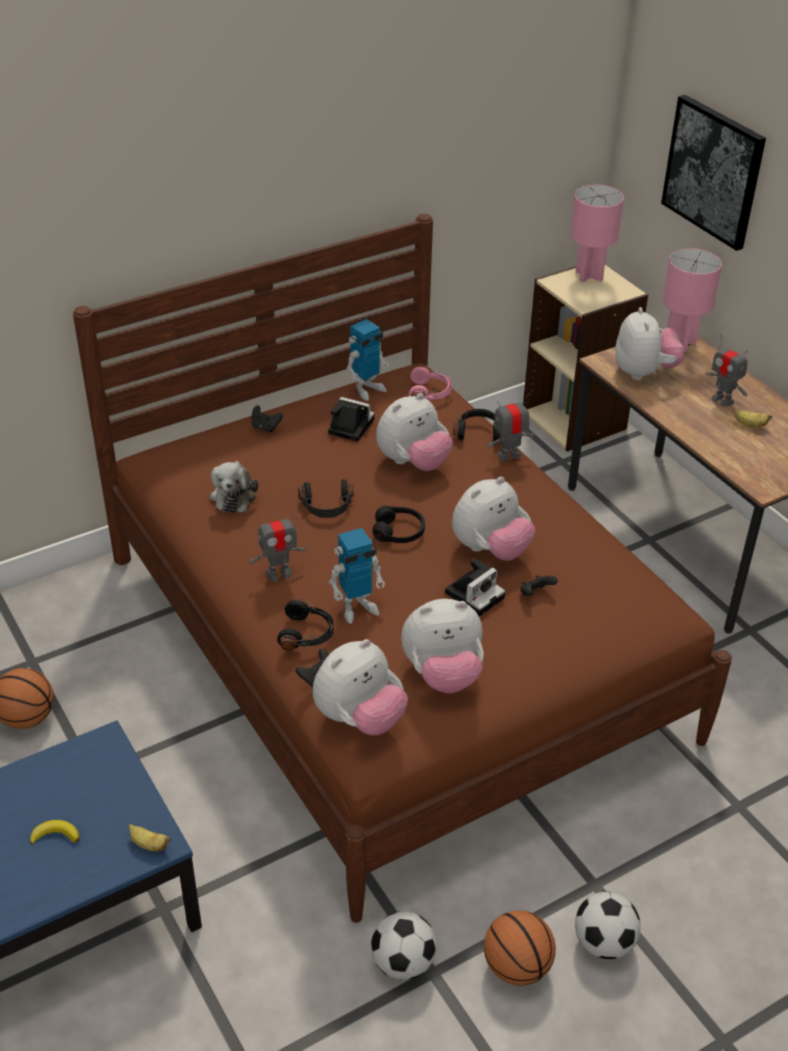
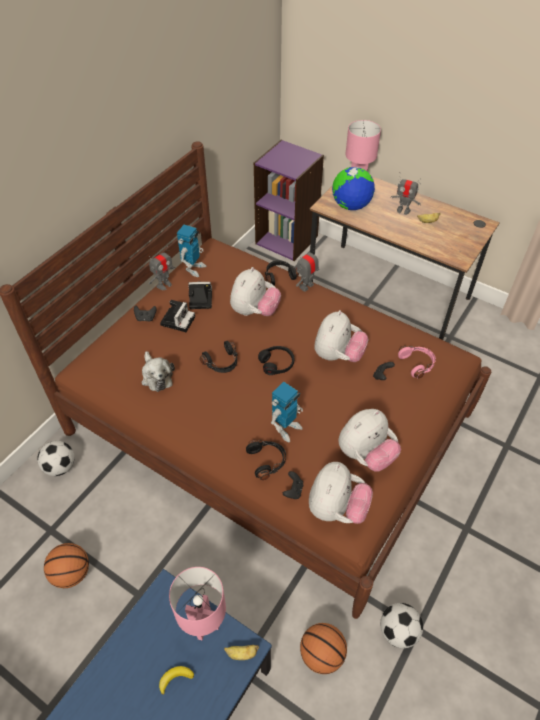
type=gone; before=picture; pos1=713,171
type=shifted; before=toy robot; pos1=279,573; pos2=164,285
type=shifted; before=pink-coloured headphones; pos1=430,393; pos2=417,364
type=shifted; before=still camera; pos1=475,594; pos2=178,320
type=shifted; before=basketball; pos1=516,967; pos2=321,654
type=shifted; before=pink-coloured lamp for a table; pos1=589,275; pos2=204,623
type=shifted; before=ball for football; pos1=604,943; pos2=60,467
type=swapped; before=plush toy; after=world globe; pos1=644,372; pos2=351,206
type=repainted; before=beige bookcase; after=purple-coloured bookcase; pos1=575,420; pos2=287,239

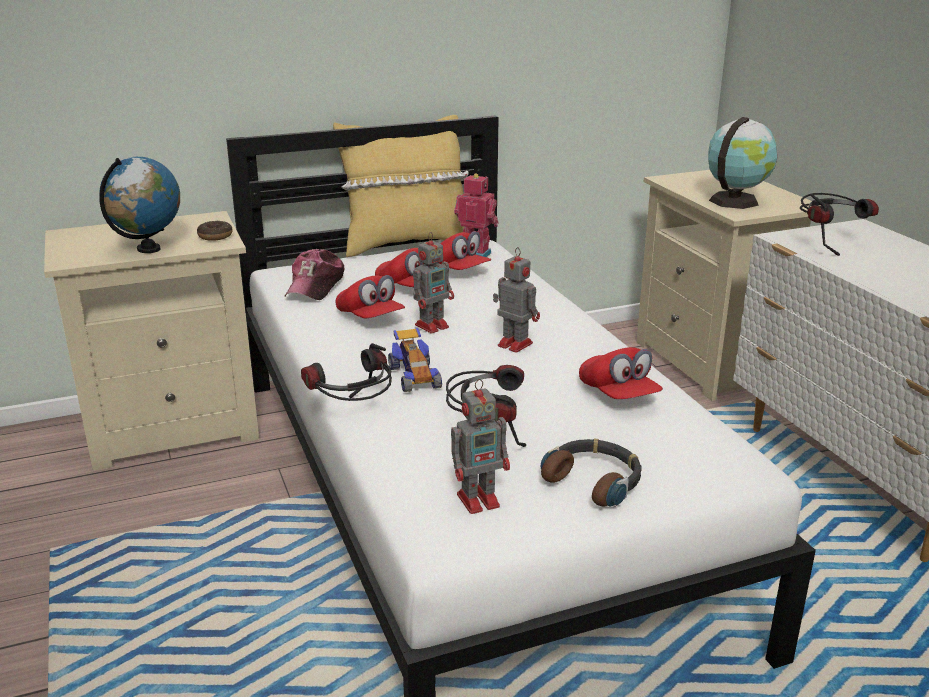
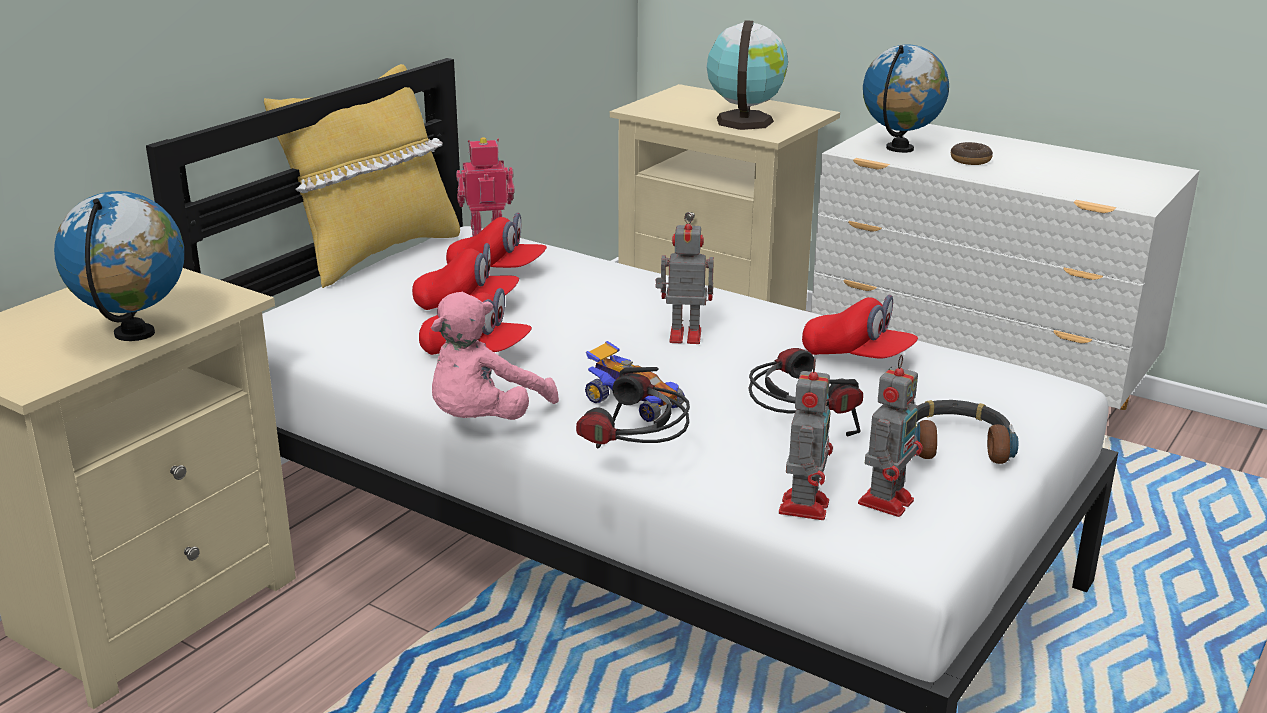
type=gone; before=peaked cap; pos1=315,286
type=new; after=pink-coloured plush toy; pos2=484,420
type=shifted; before=doughnut; pos1=215,236; pos2=970,160
type=shifted; before=toy robot; pos1=433,325; pos2=804,505
type=swapped; before=headphones; after=world globe; pos1=827,244; pos2=900,149

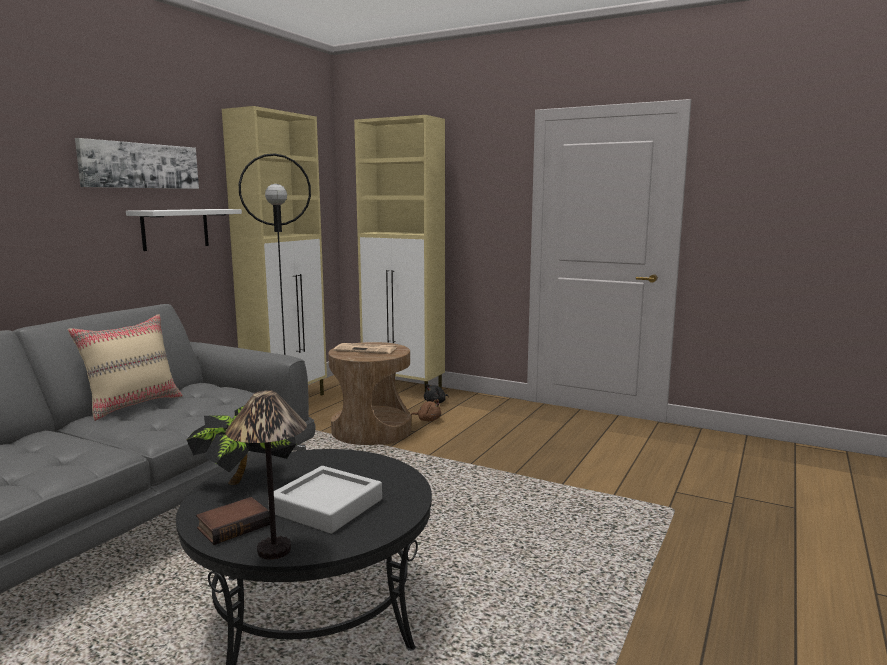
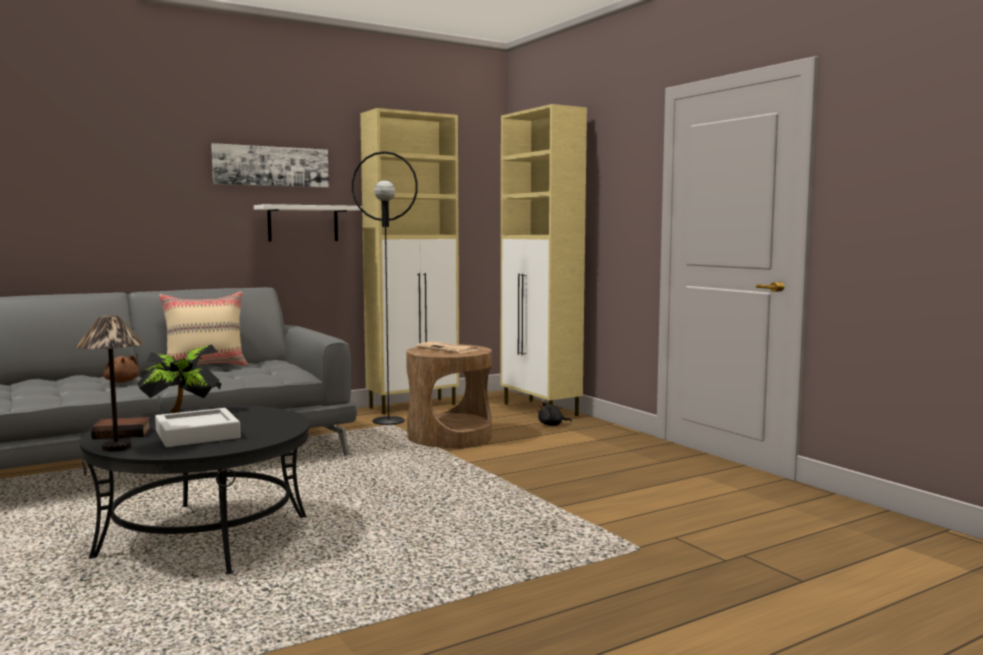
type=shifted; before=brownish plush toy; pos1=428,420; pos2=122,381

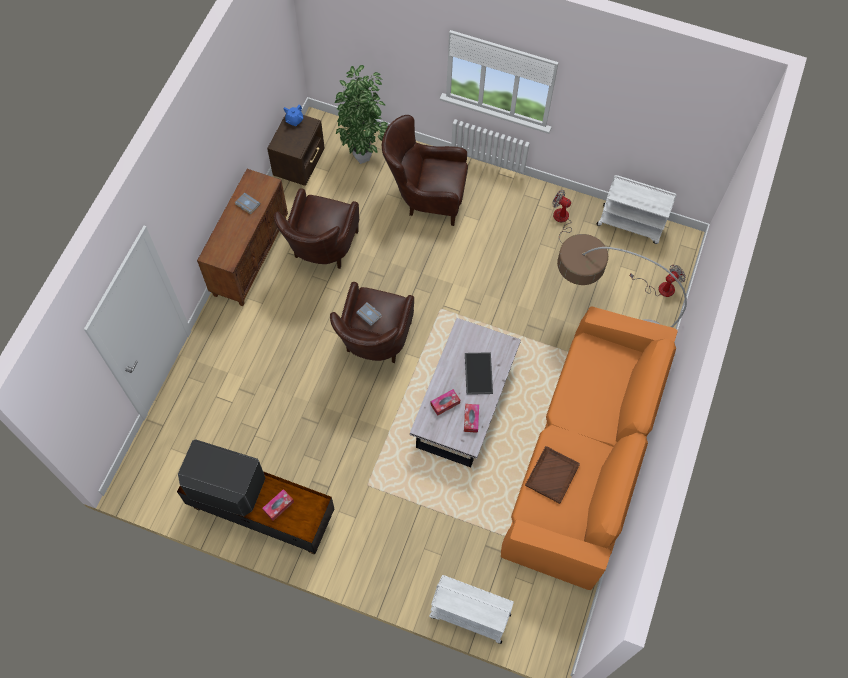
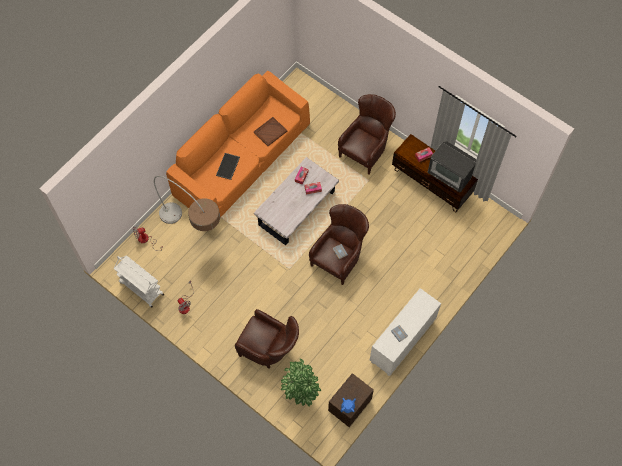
type=gone; before=whitish wheeled cart; pos1=469,615
type=shifted; before=brownish lounge chair; pos1=321,252; pos2=365,150
type=shifted; before=serving tray; pos1=477,373; pos2=228,166
type=repainted; before=brownish cupboard; after=whitish cupboard; pos1=250,257; pos2=402,342

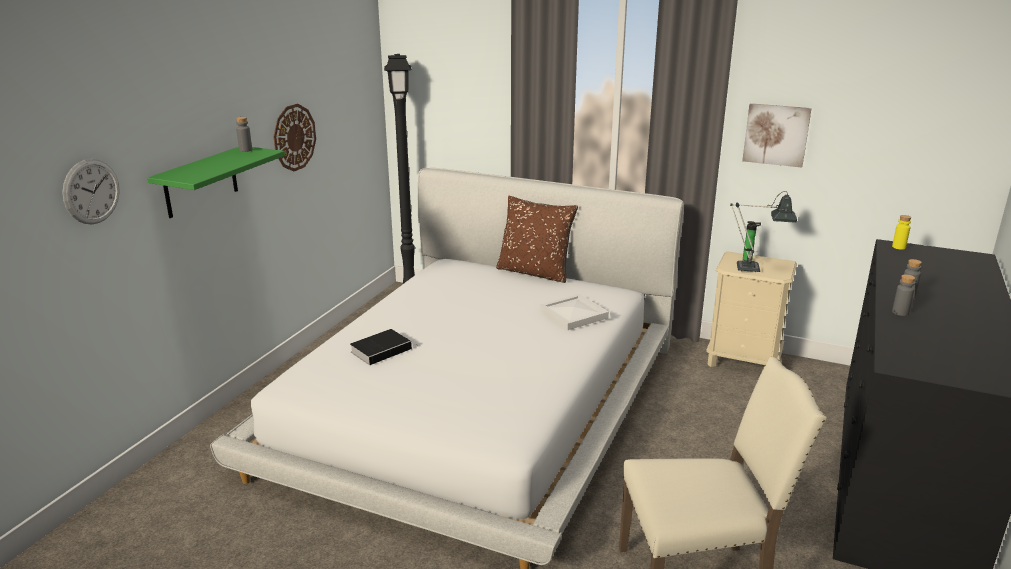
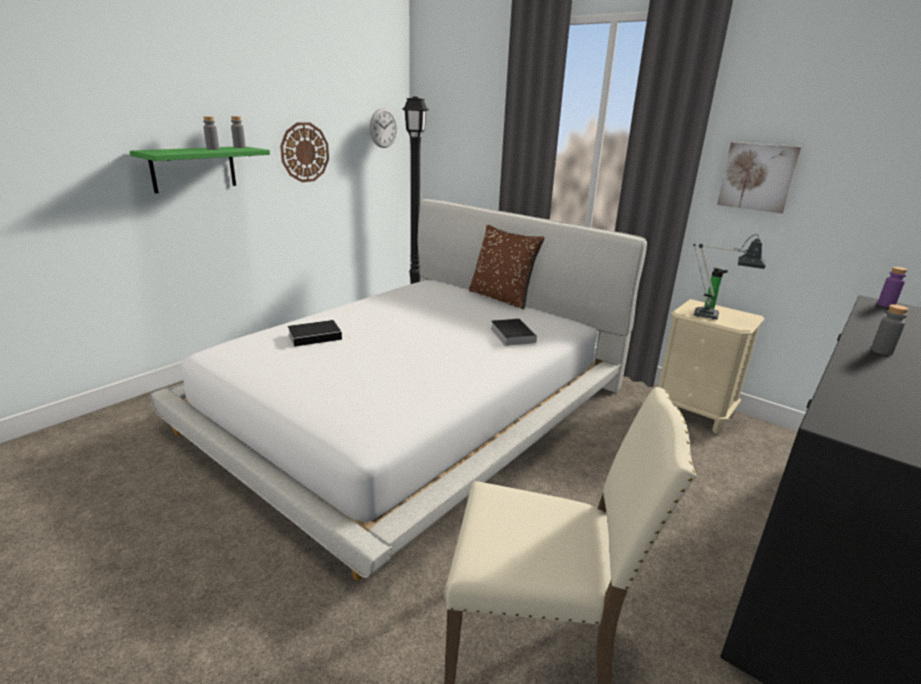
type=shifted; before=clock on the wall; pos1=91,191; pos2=383,128
type=shifted; before=grey drink bottle; pos1=900,312; pos2=213,149
type=swapped; before=whitish serving tray; after=volume; pos1=573,315; pos2=511,334
type=repainted; before=yellowish drink bottle; after=purple-coloured drink bottle; pos1=898,247; pos2=886,305

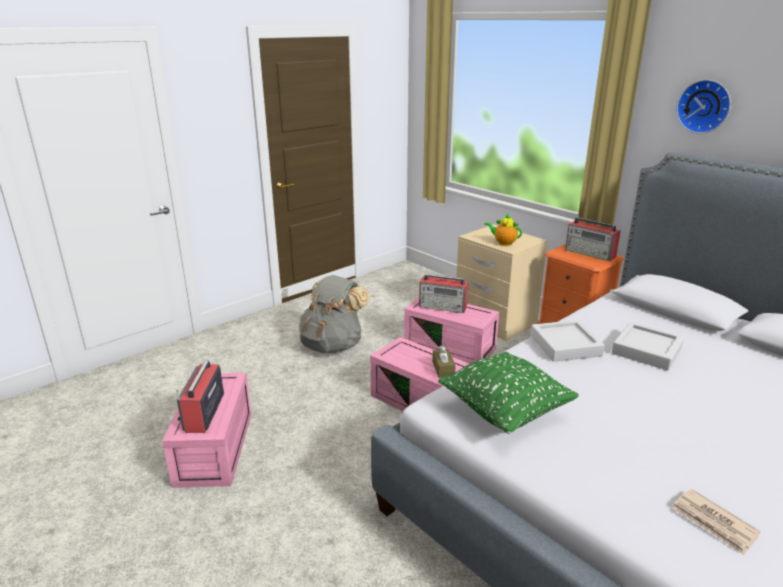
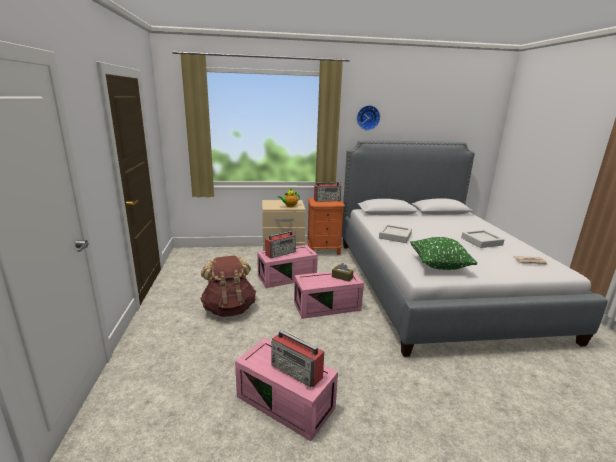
type=shifted; before=grey serving tray; pos1=646,350; pos2=481,241
type=repainted; before=grey rucksack; after=brownish rucksack; pos1=333,345; pos2=229,309

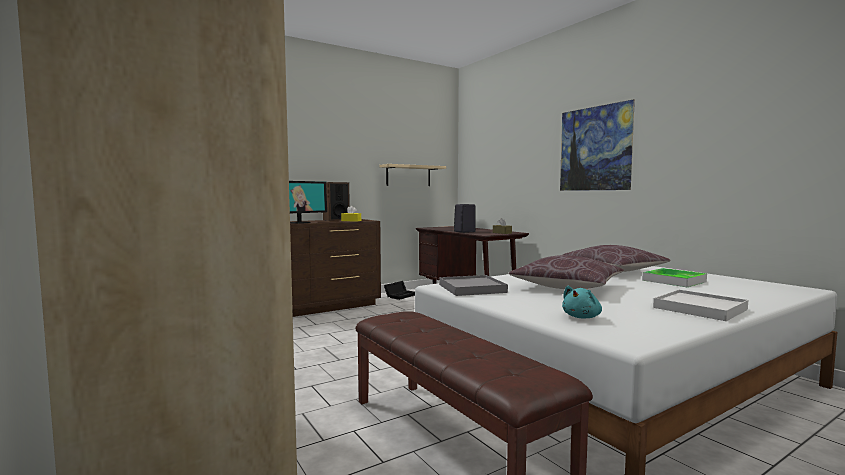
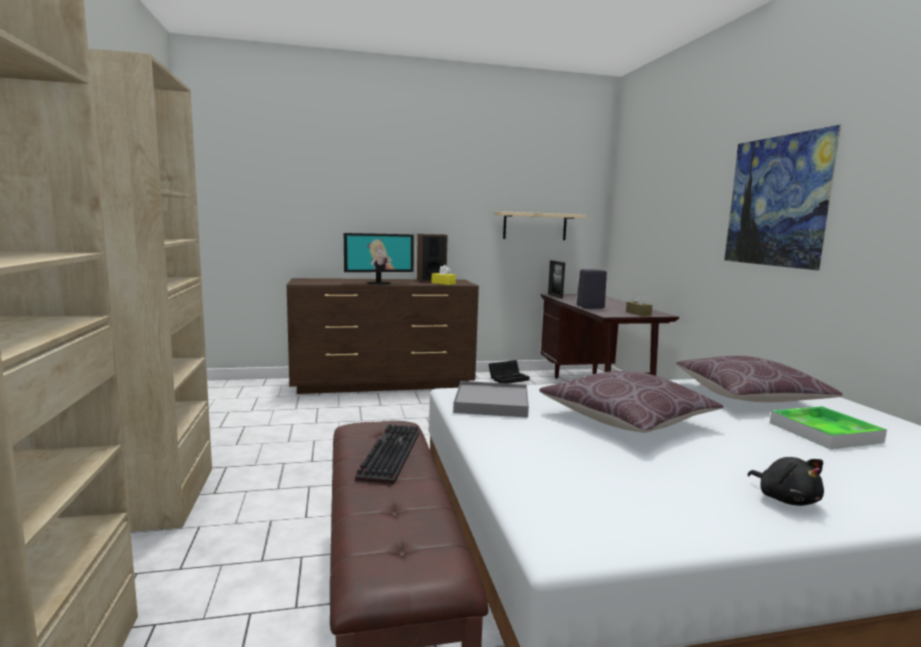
type=gone; before=turquoise-coloured plush toy; pos1=582,317
type=new; after=computer keyboard; pos2=388,454
type=new; after=photo frame; pos2=555,296
type=swapped; before=whitish serving tray; after=black plush toy; pos1=699,308; pos2=785,499

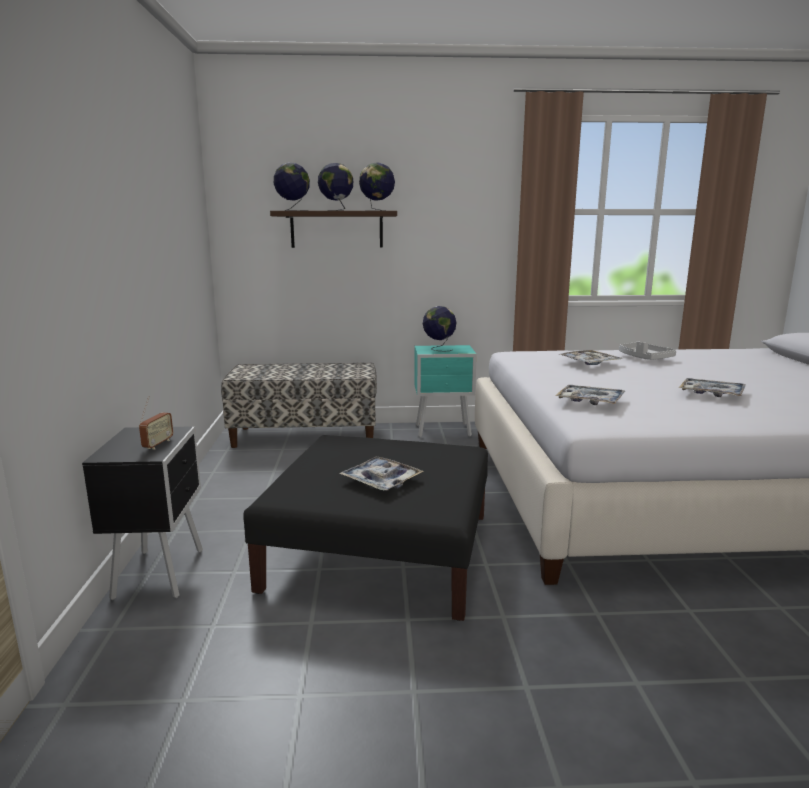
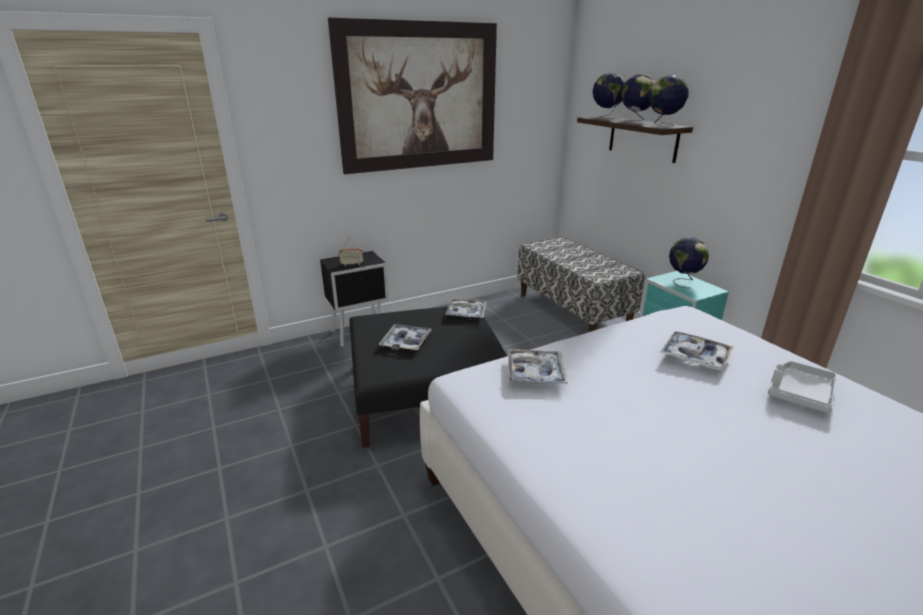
type=new; after=picture; pos2=419,97
type=shifted; before=serving tray; pos1=711,394; pos2=466,313

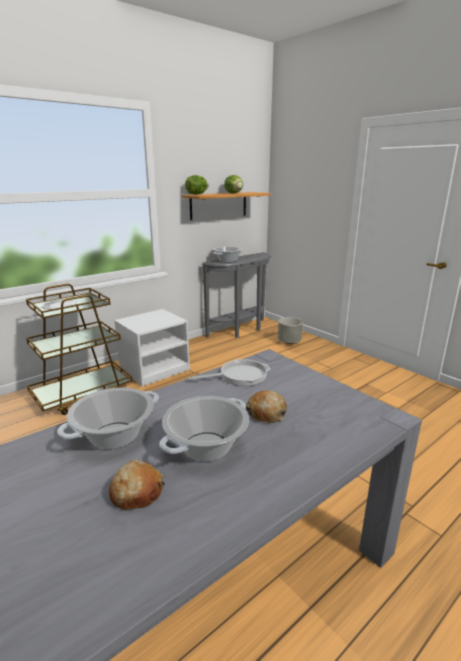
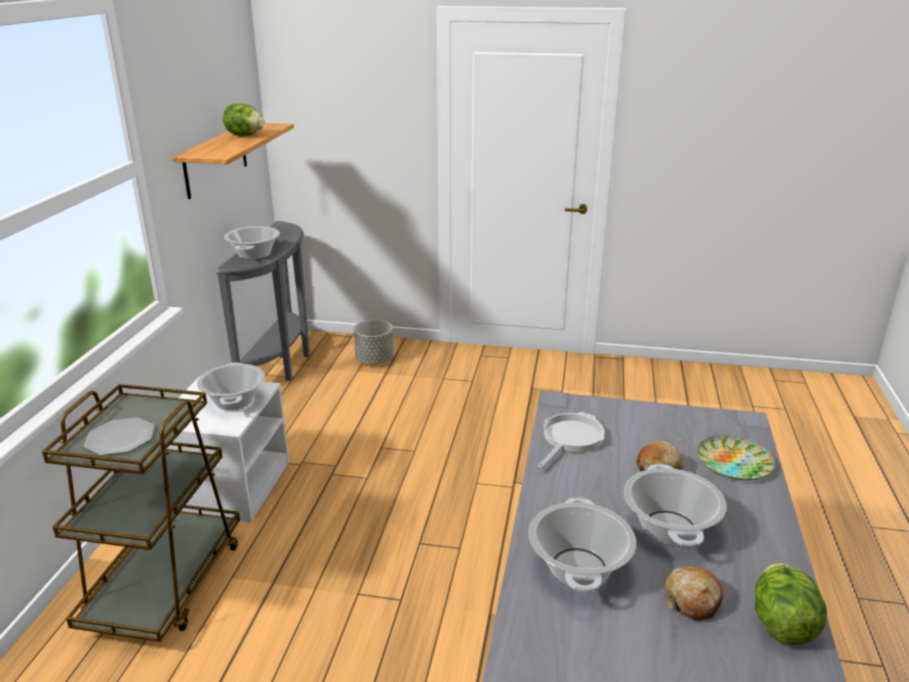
type=new; after=cooking pot; pos2=235,401
type=new; after=flat dish; pos2=735,463
type=shifted; before=head of lettuce; pos1=197,194; pos2=781,624

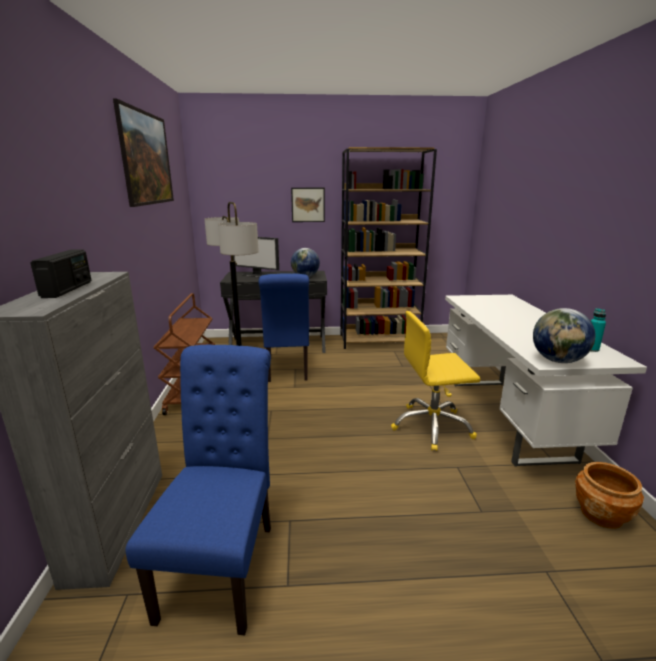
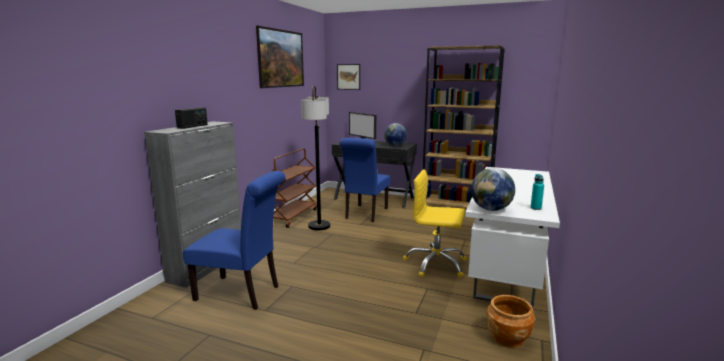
type=shifted; before=picture; pos1=308,205; pos2=348,77
type=rotated; before=bluish plain chair; pos1=223,563; pos2=242,293; turn=75

